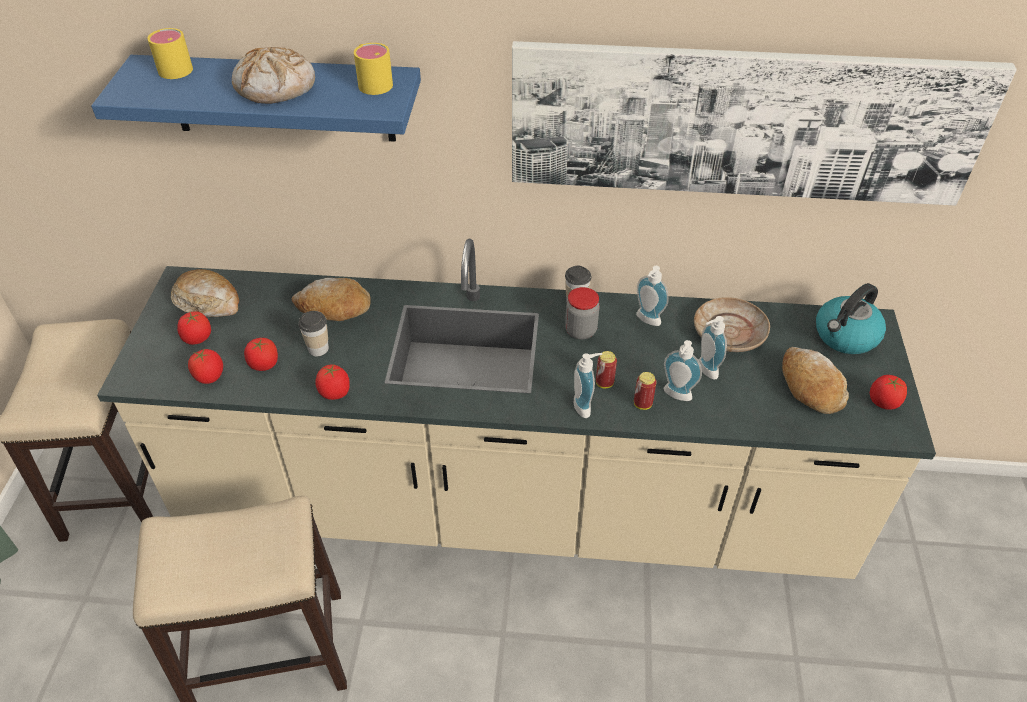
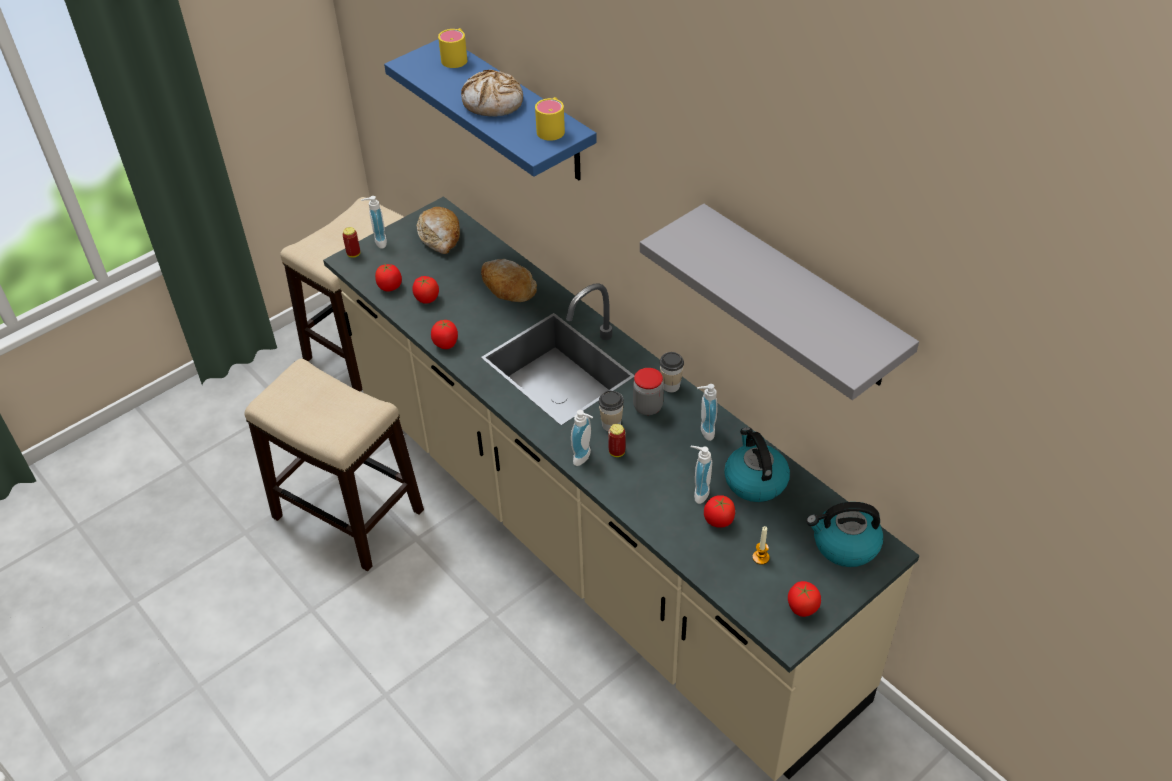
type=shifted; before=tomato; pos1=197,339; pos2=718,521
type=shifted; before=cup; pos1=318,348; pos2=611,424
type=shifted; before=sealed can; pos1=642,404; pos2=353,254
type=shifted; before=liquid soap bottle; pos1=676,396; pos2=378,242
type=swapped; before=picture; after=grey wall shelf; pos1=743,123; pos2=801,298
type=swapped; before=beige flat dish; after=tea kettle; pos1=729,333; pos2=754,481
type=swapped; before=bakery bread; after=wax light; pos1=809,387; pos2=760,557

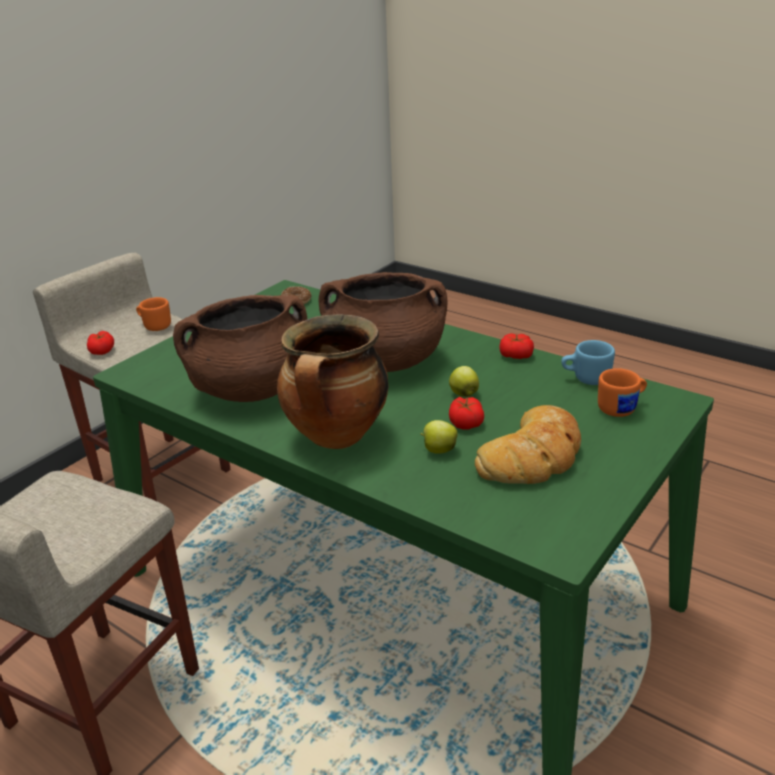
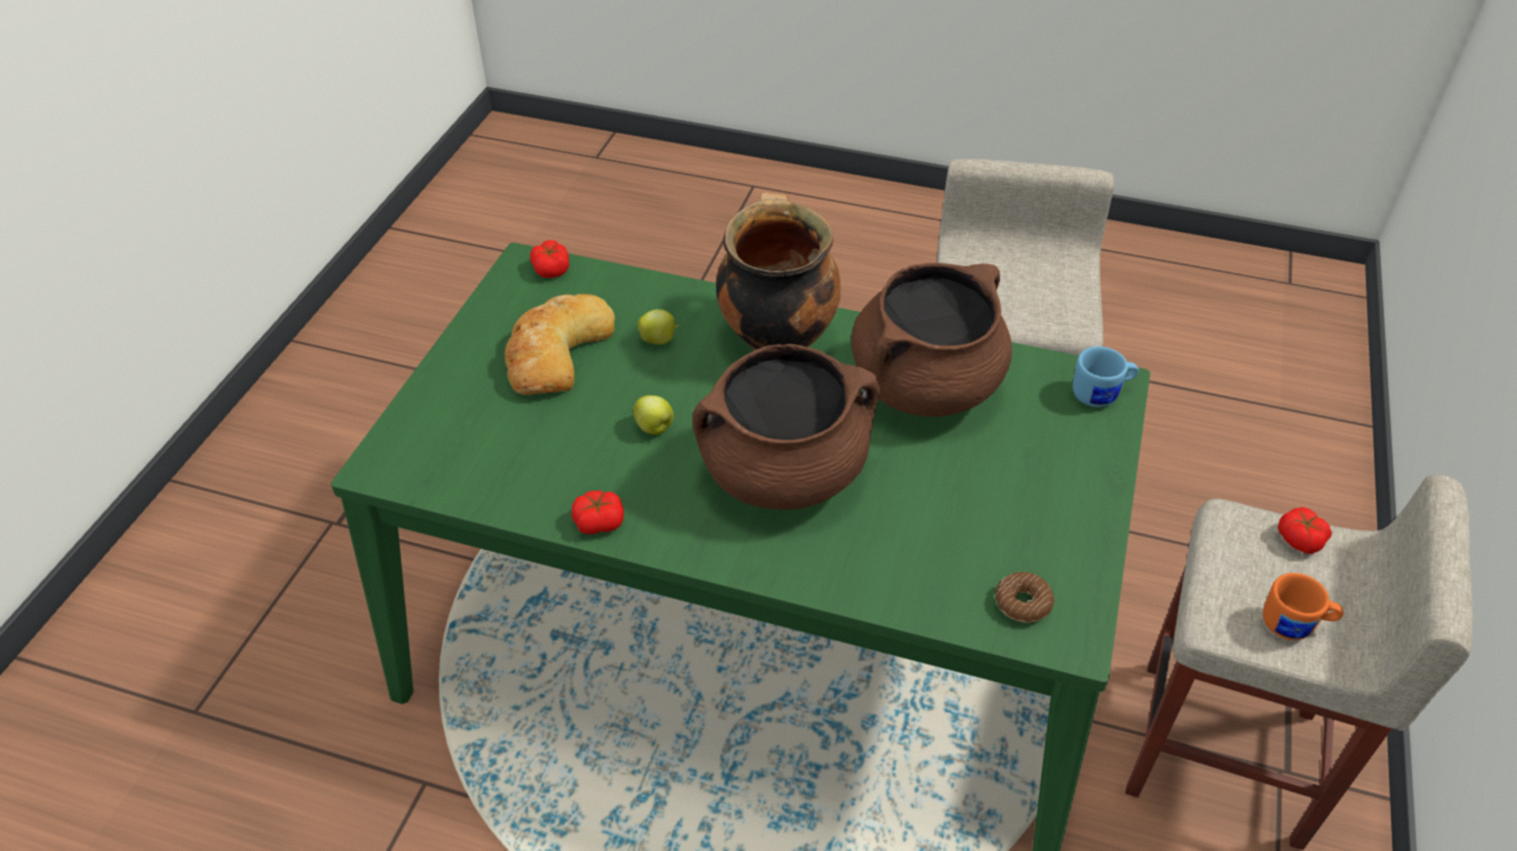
type=gone; before=orangey tea mug; pos1=622,408
type=shifted; before=tomato; pos1=465,422; pos2=551,269
type=shifted; before=bluish tea mug; pos1=585,378; pos2=1102,394

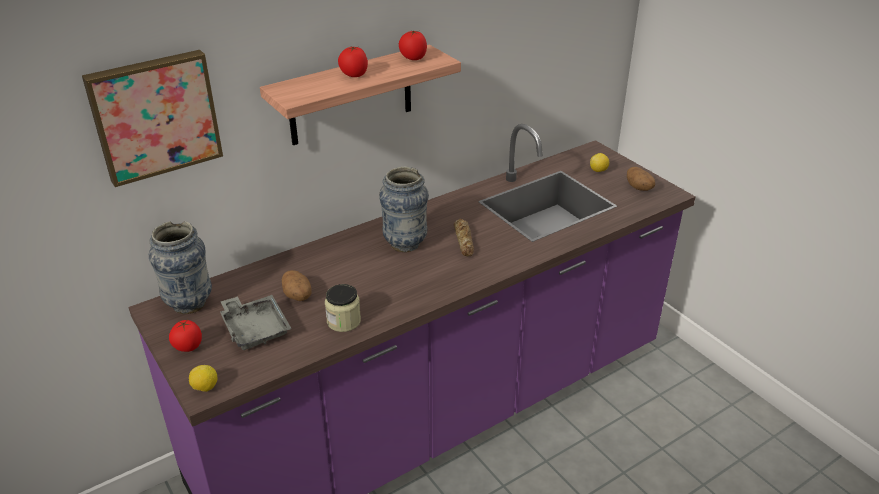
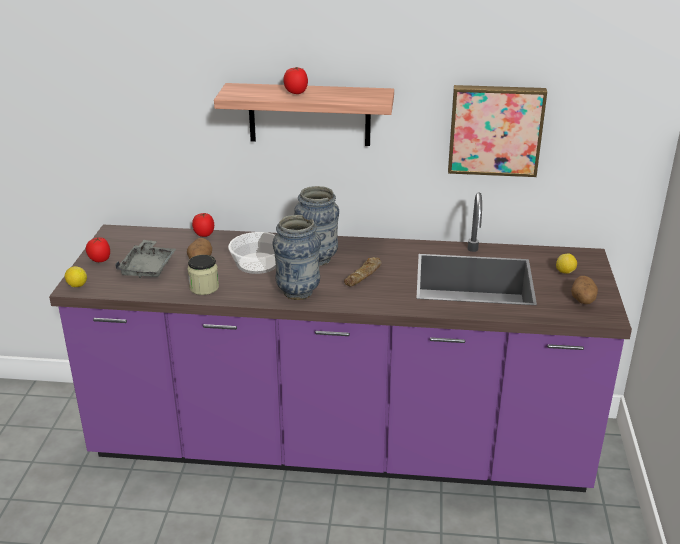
type=new; after=bowl; pos2=257,263
type=shifted; before=picture; pos1=155,116; pos2=495,129
type=shifted; before=decorative vase; pos1=189,304; pos2=298,292
type=shifted; before=tomato; pos1=413,59; pos2=204,234

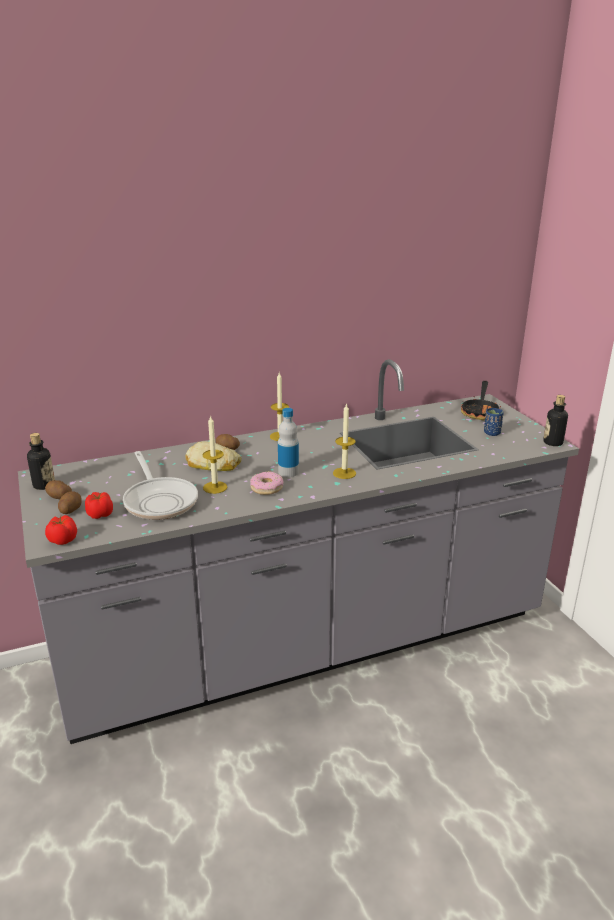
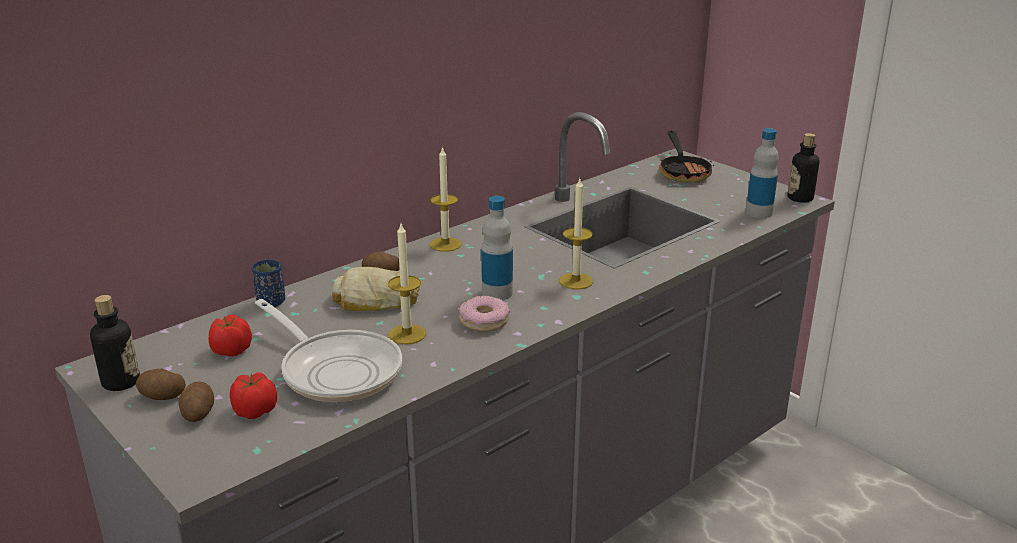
type=new; after=drink bottle; pos2=759,212
type=shifted; before=tomato; pos1=62,540; pos2=231,351
type=shifted; before=bluish cup; pos1=492,433; pos2=271,302

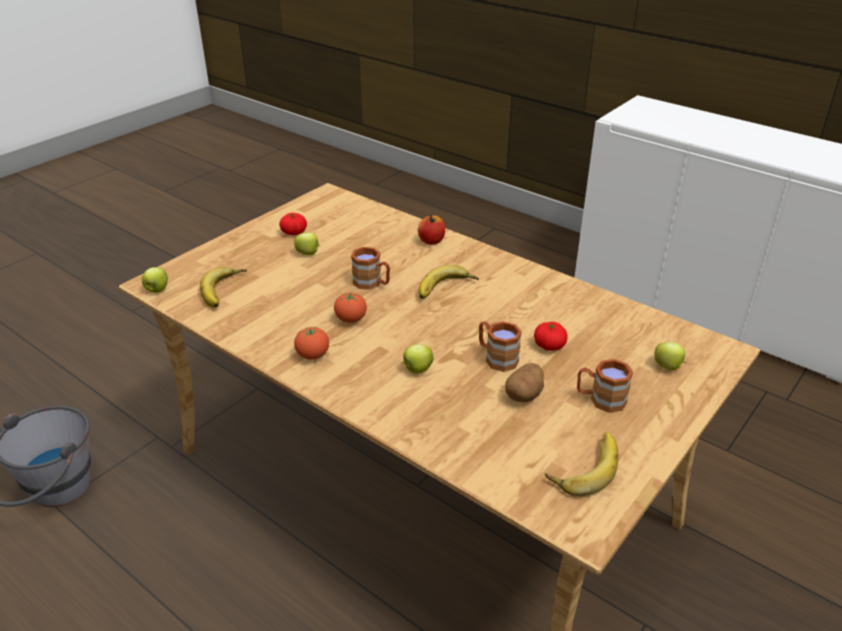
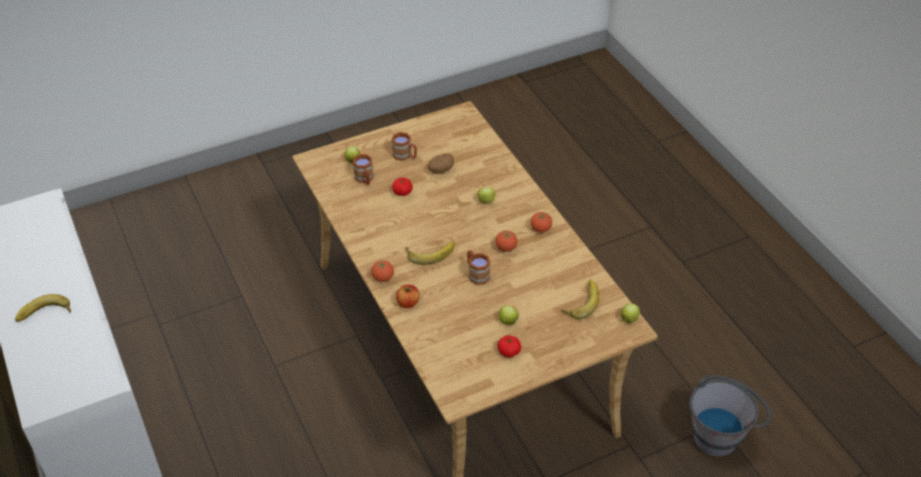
type=new; after=tomato; pos2=383,278
type=shifted; before=brownish tea mug; pos1=496,357; pos2=365,179
type=shifted; before=whole banana; pos1=584,466; pos2=45,314

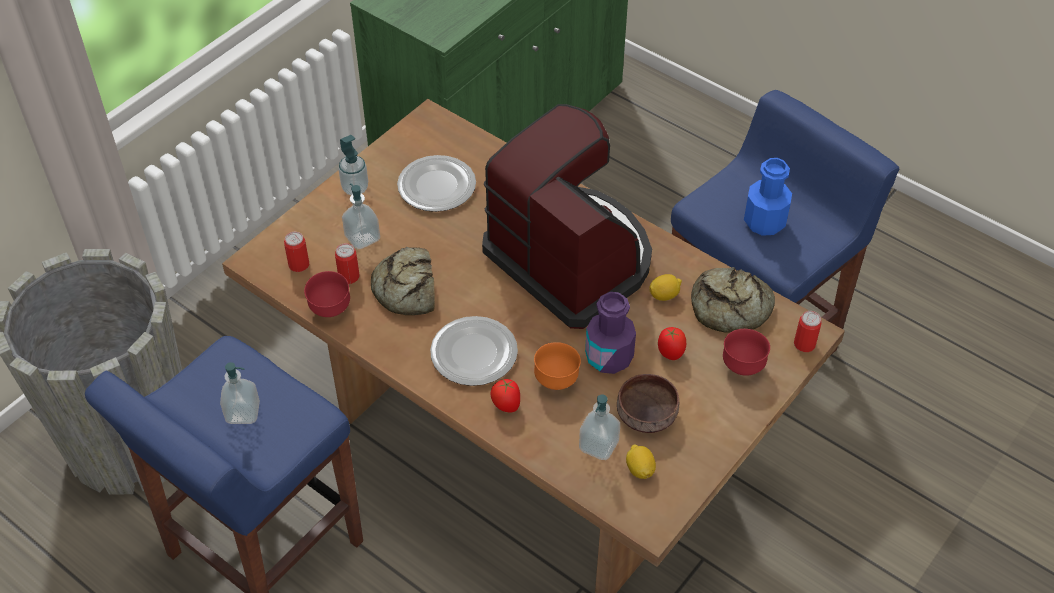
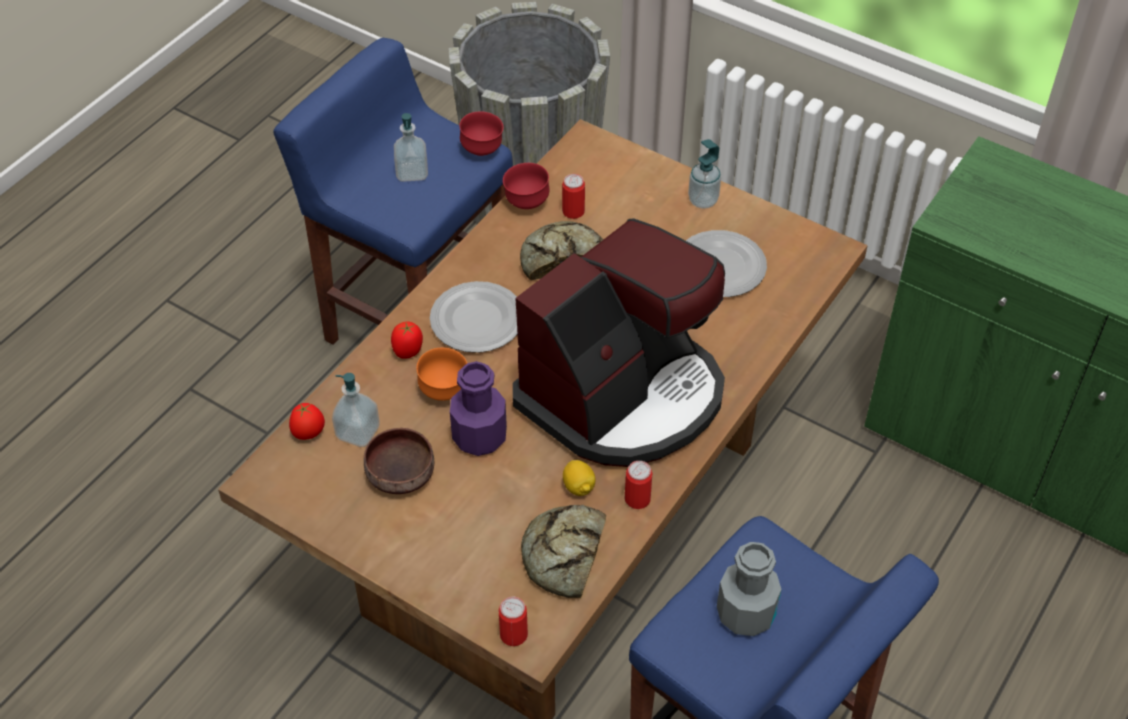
type=gone; before=liquid soap bottle; pos1=362,238
type=gone; before=lemon; pos1=640,469
type=shifted; before=sealed can; pos1=299,265; pos2=637,499
type=shifted; before=tomato; pos1=670,353; pos2=309,434
type=shifted; before=red bowl; pos1=742,366; pos2=482,150
type=repainted; before=bluish drink bottle; after=grey drink bottle; pos1=764,222; pos2=745,614

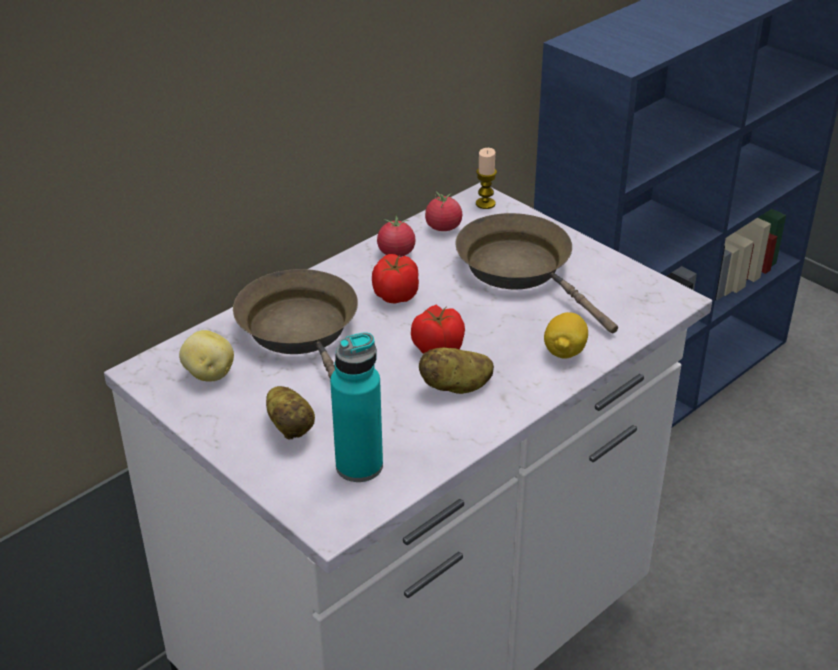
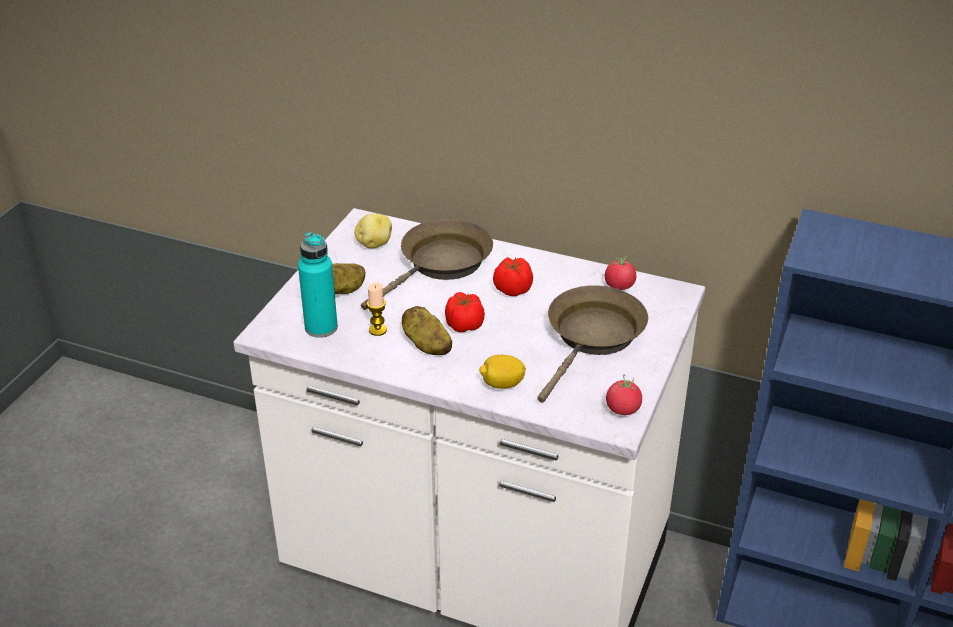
type=shifted; before=tomato; pos1=396,253; pos2=623,409
type=shifted; before=wax light; pos1=485,203; pos2=378,330

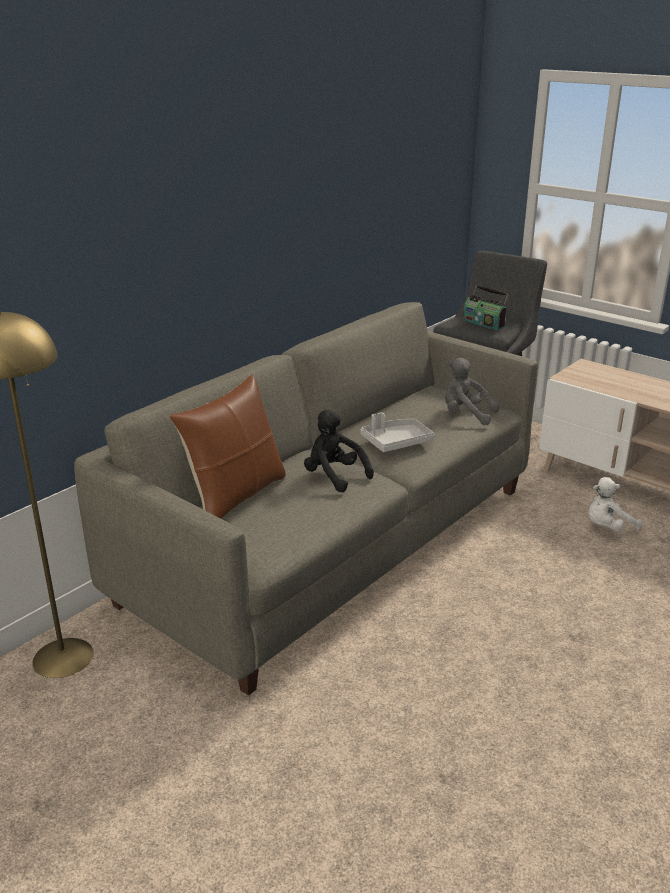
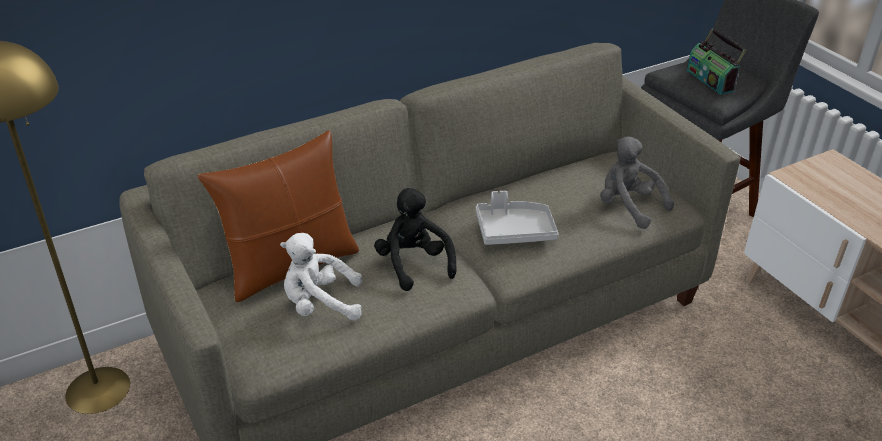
type=shifted; before=whitish plush toy; pos1=607,527; pos2=320,304

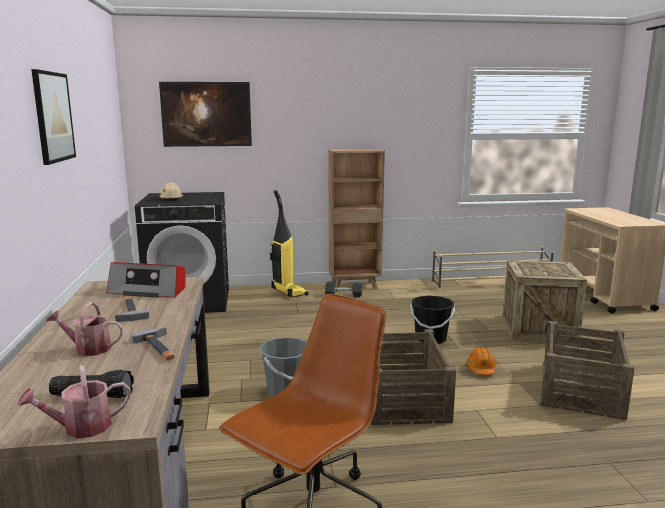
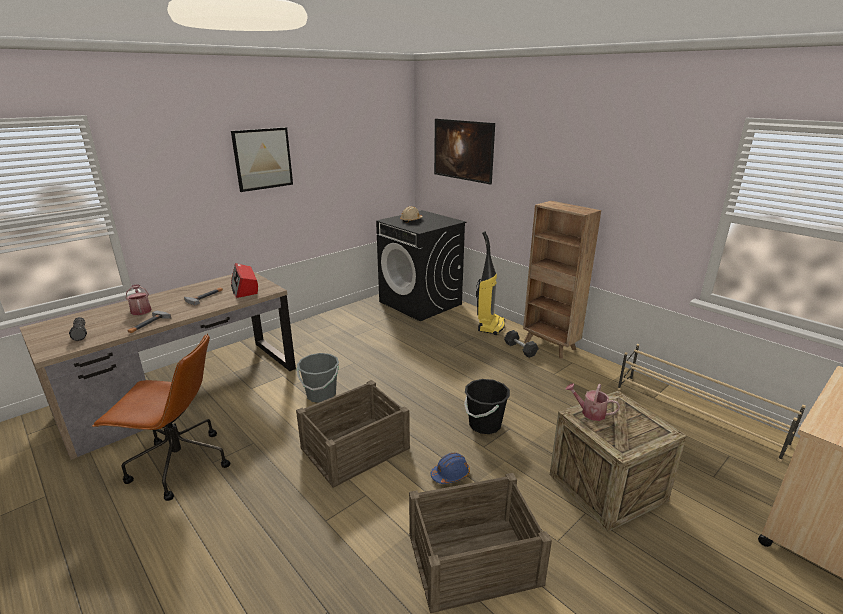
type=shifted; before=watering pot; pos1=80,428; pos2=589,412
type=repainted; before=orangey work helmet; after=bluish work helmet; pos1=481,369; pos2=450,474

